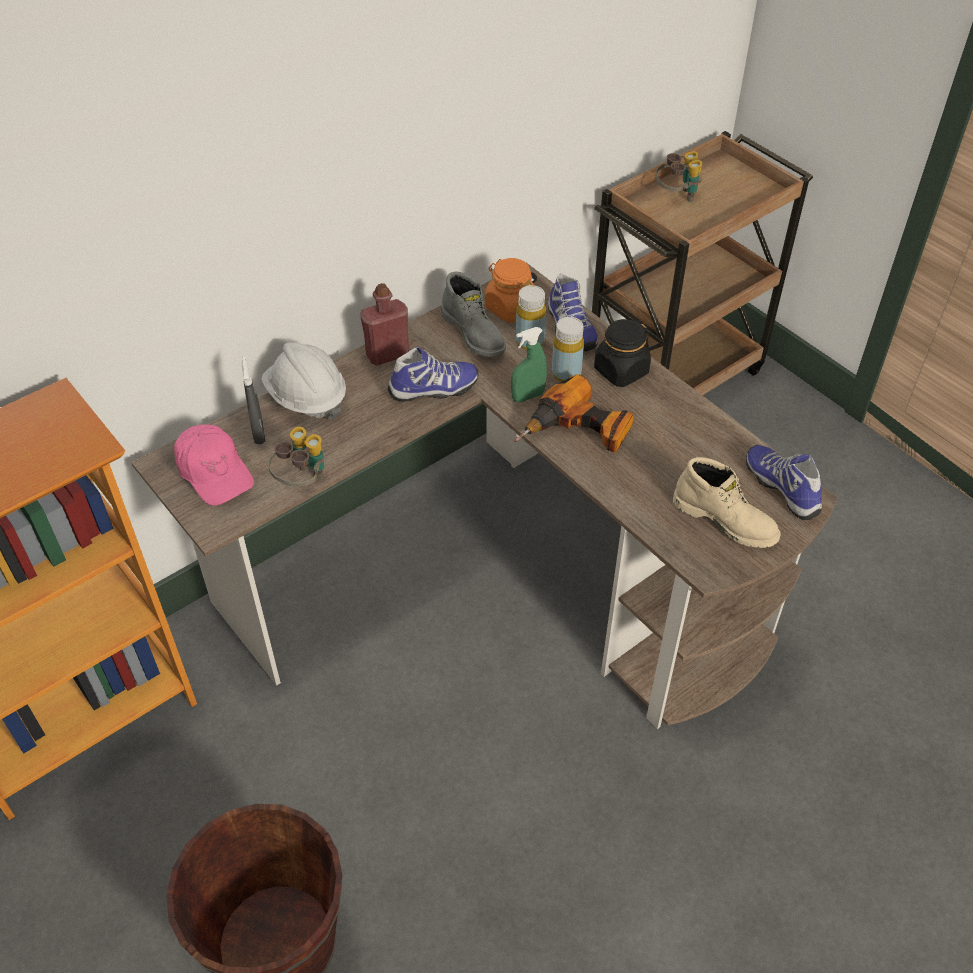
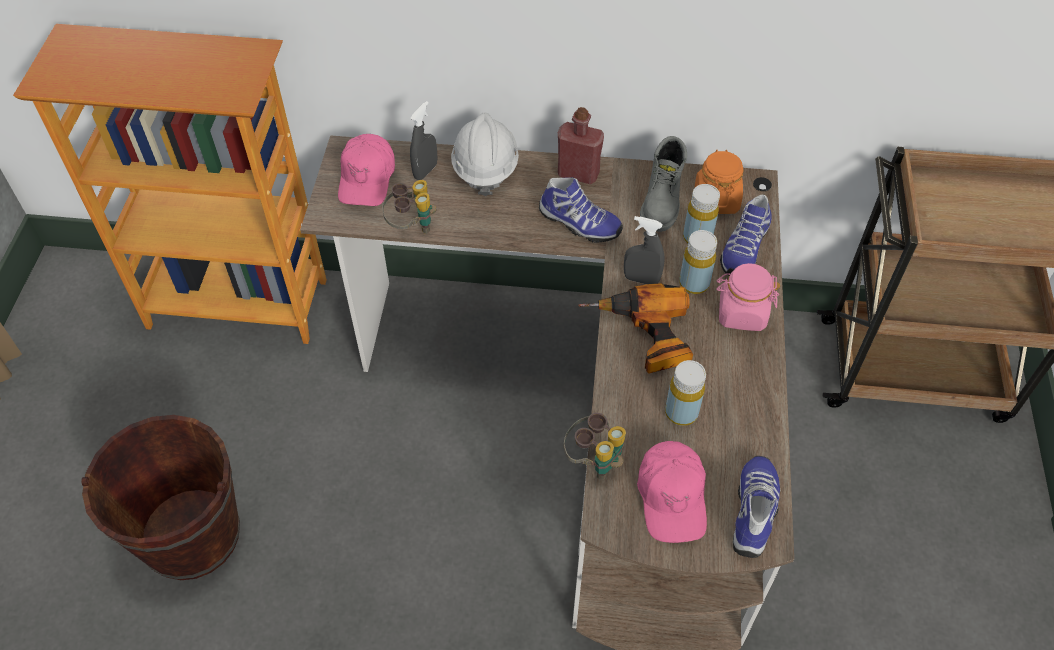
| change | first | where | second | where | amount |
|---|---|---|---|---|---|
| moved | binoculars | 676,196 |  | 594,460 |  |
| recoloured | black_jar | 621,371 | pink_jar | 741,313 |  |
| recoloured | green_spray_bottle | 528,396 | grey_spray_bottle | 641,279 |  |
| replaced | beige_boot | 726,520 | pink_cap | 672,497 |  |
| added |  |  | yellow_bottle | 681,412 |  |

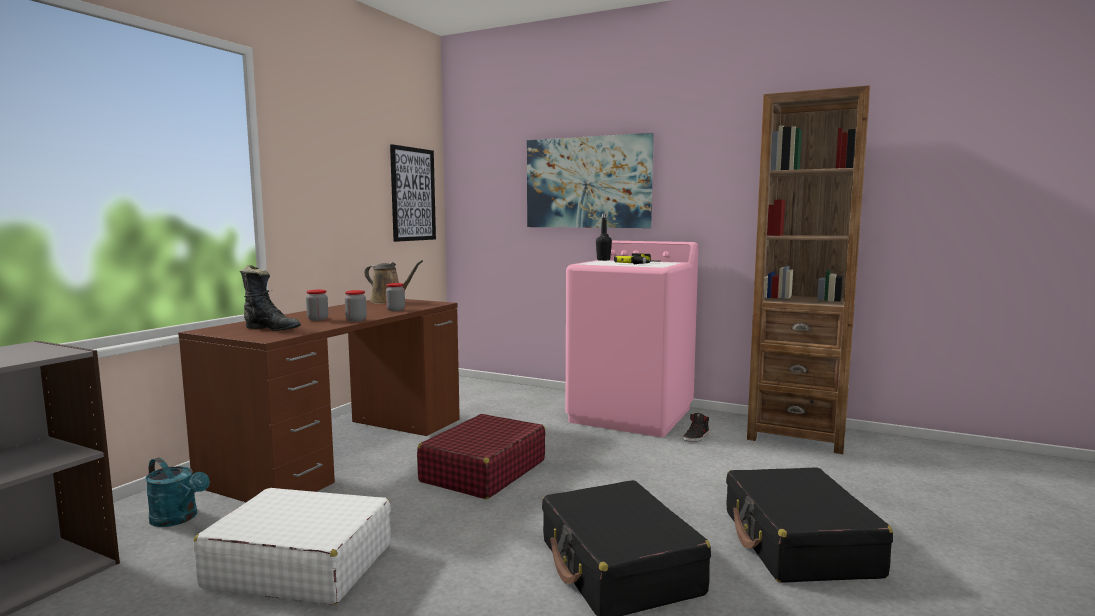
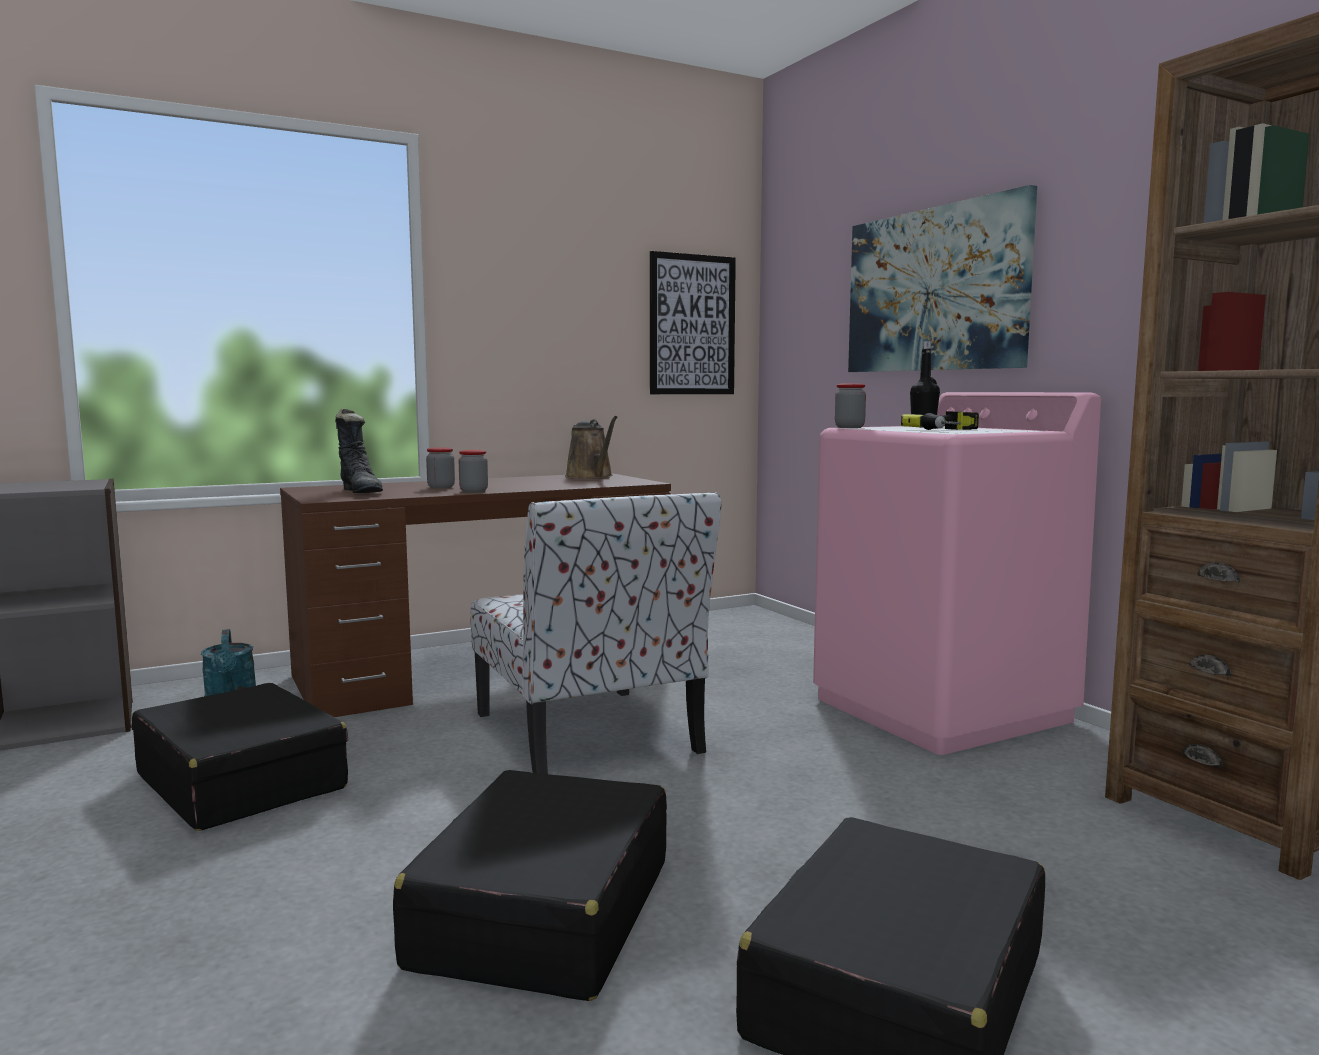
| change | first | where | second | where | amount |
|---|---|---|---|---|---|
| moved | jar | 395,310 |  | 849,427 |  |
| removed | black_shoe | 696,437 |  |  |  |
| replaced | red_suitcase | 483,471 | chair | 588,735 |  |
| recoloured | white_suitcase | 300,565 | black_suitcase | 241,781 |  |

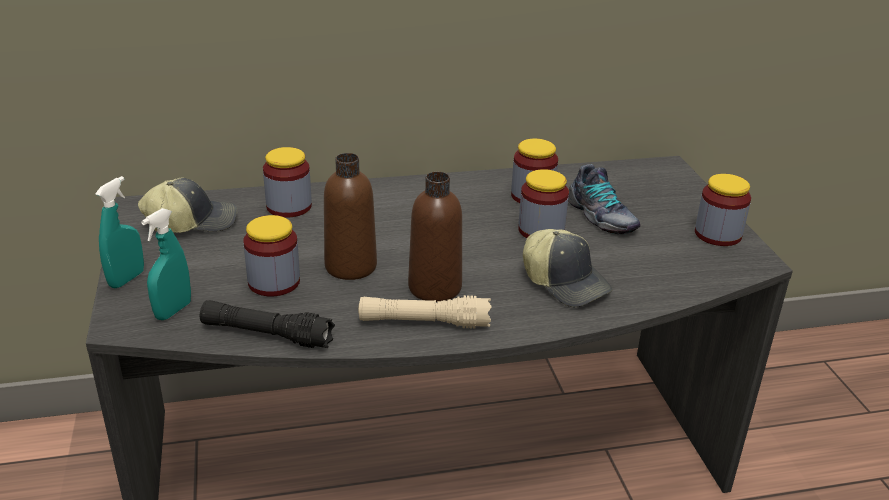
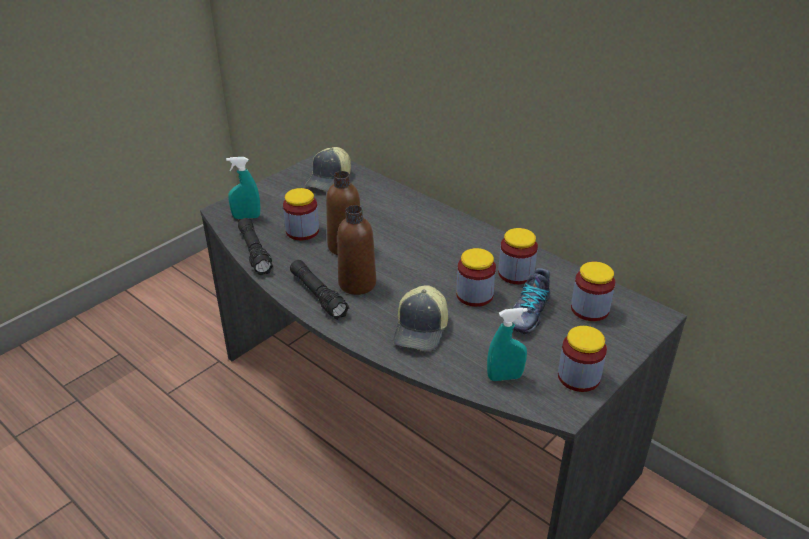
| change | first | where | second | where | amount |
|---|---|---|---|---|---|
| moved | jar | 289,206 |  | 589,309 |  |
| moved | turquoise_spray_bottle | 127,279 |  | 504,377 |  |
| turned | cap | 192,221 |  | 329,180 | 75 degrees clockwise |
| recoloured | beige_flashlight | 424,322 | black_flashlight | 318,295 |  |

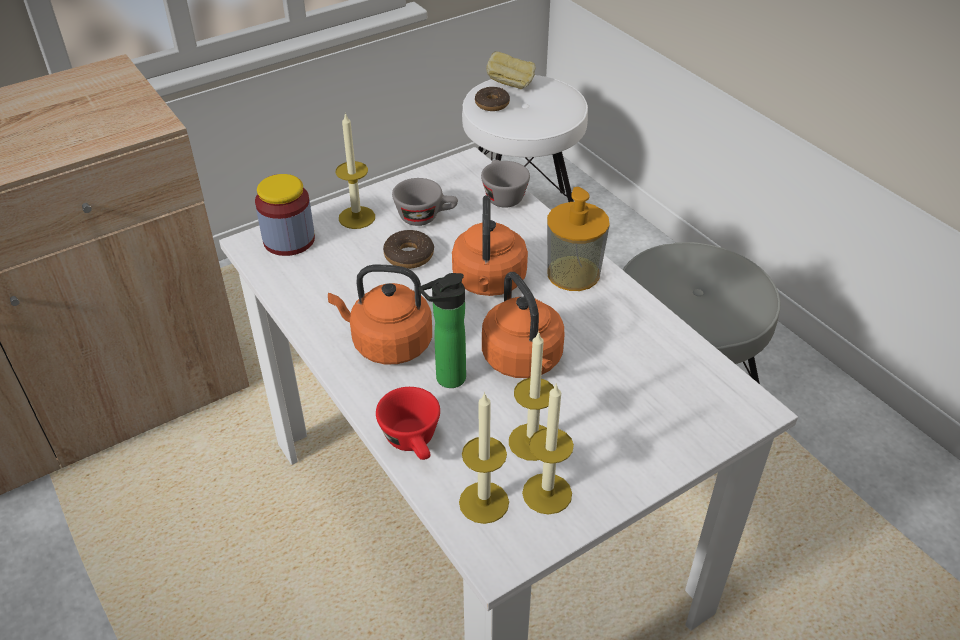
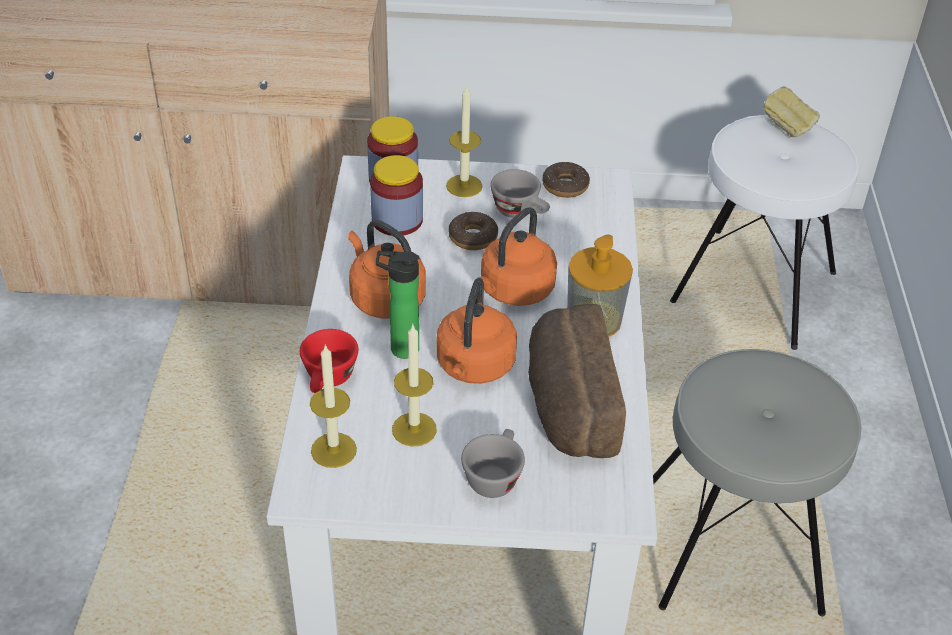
| change | first | where | second | where | amount |
|---|---|---|---|---|---|
| moved | donut | 492,104 |  | 565,186 |  |
| moved | grey_cup | 502,195 |  | 494,476 |  |
| removed | candle | 547,493 |  |  |  |
| added |  |  | jar | 397,220 |  |
| added |  |  | bread | 567,405 |  |

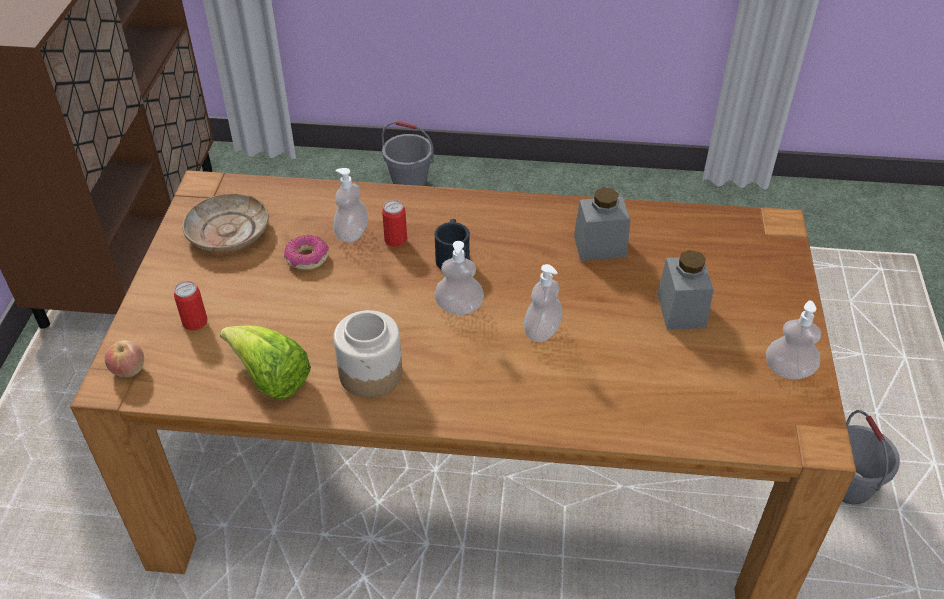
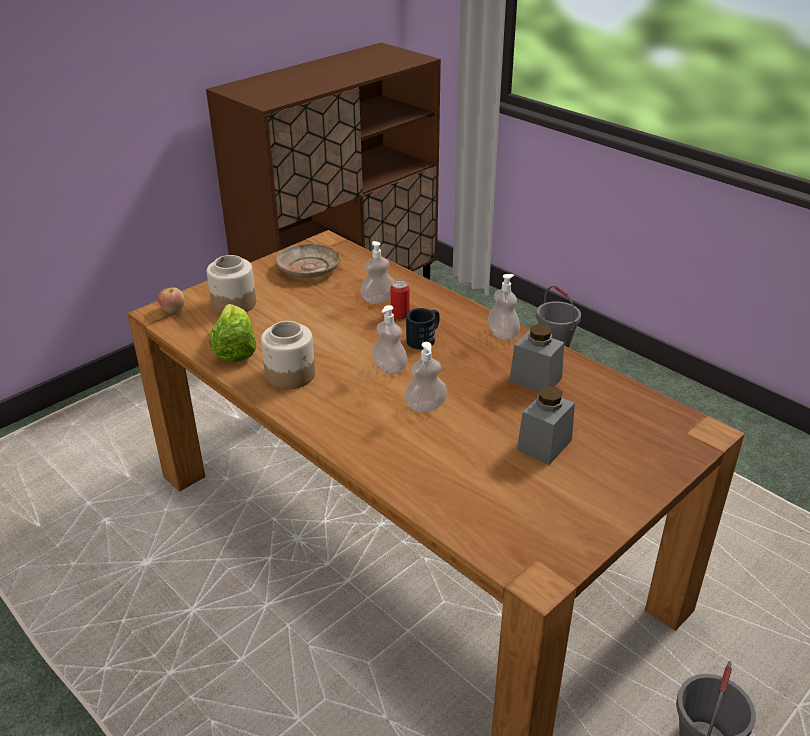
| change | first | where | second | where | amount |
|---|---|---|---|---|---|
| removed | donut | 307,258 |  |  |  |
| replaced | can | 195,322 | jar | 233,304 |  |
| moved | soap_dispenser | 788,370 |  | 502,334 |  |

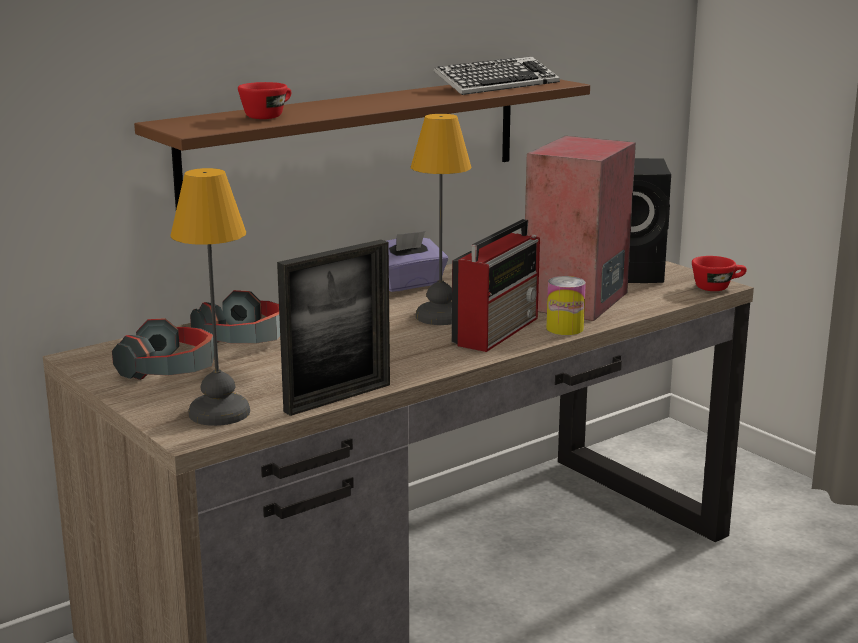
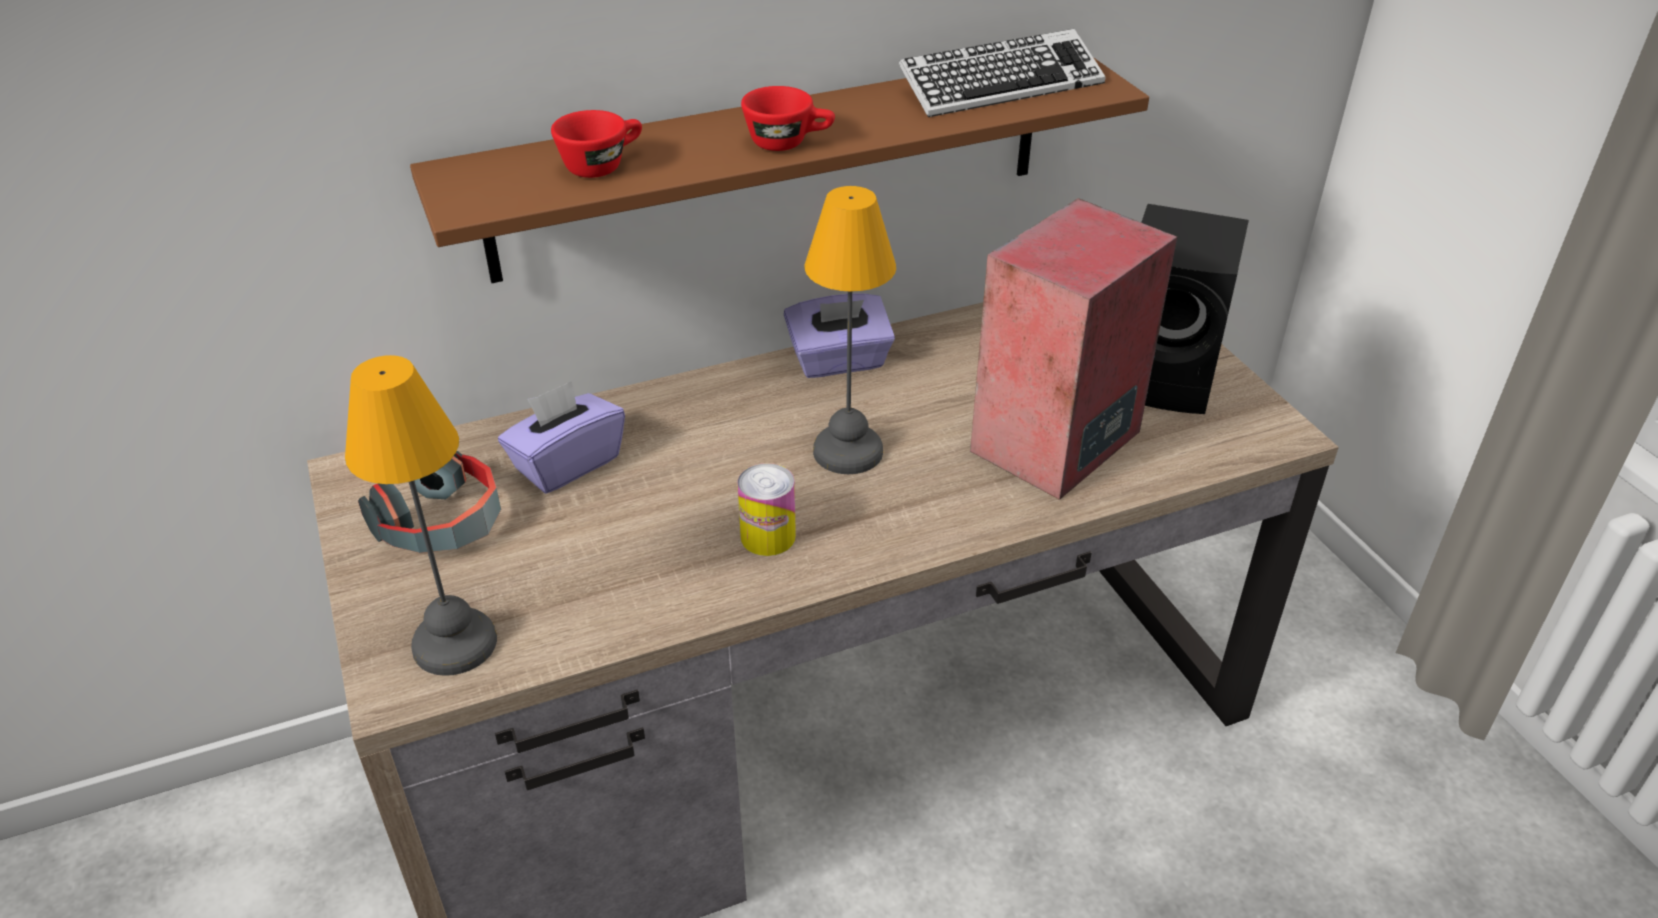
| change | first | where | second | where | amount |
|---|---|---|---|---|---|
| removed | radio | 498,330 |  |  |  |
| removed | picture_frame | 338,398 |  |  |  |
| moved | red_cup | 717,287 |  | 788,142 |  |
| moved | can | 564,328 |  | 768,536 |  |
| replaced | headphones | 244,339 | purple_tissue_box | 567,463 |  |

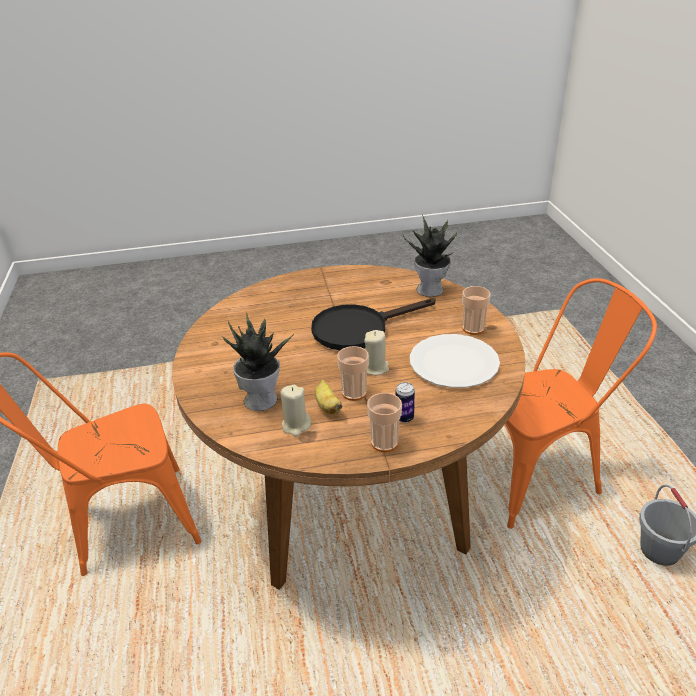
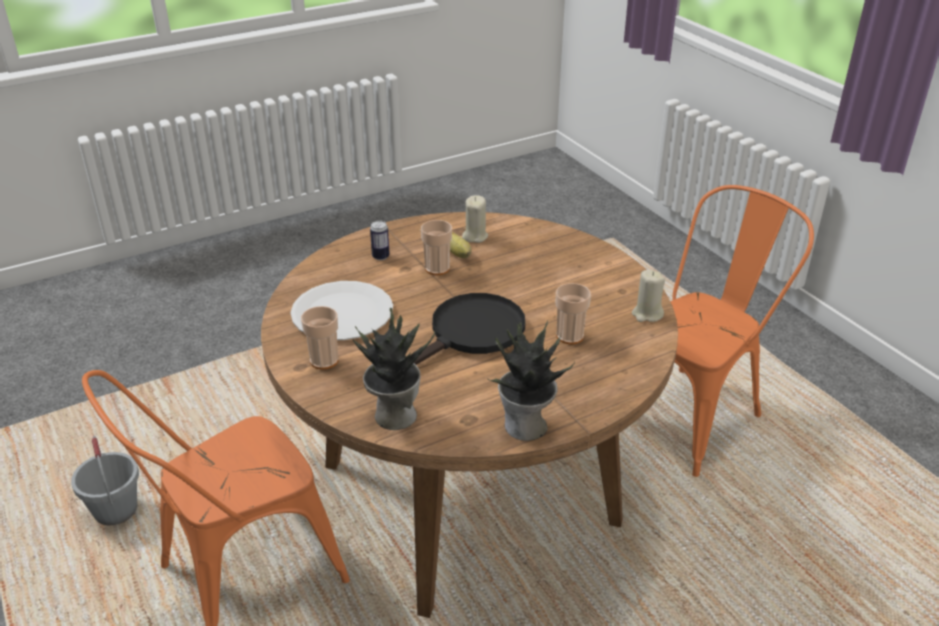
| change | first | where | second | where | amount |
|---|---|---|---|---|---|
| moved | potted_plant | 261,399 |  | 525,427 |  |
| moved | beige_candle | 375,368 |  | 647,314 |  |
| moved | cup | 384,442 |  | 569,336 |  |

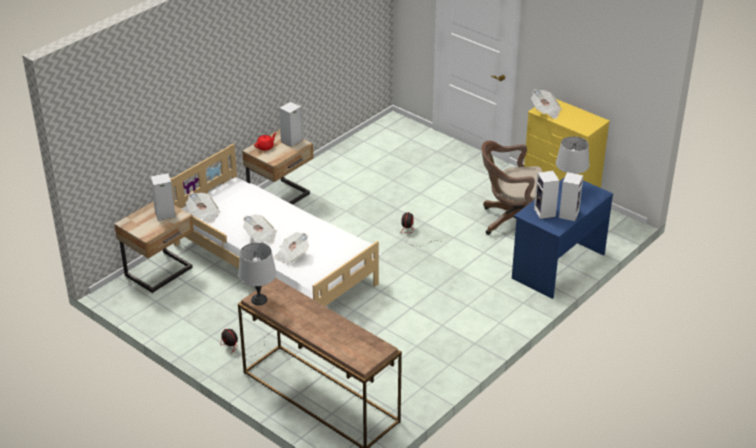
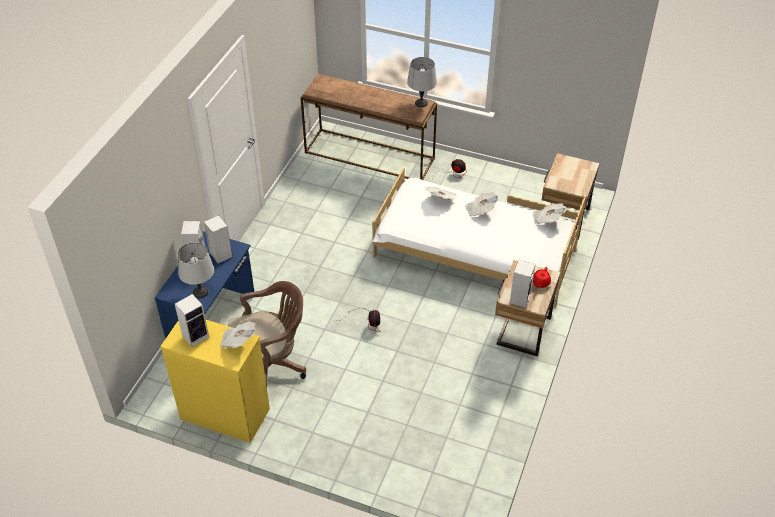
| change | first | where | second | where | amount |
|---|---|---|---|---|---|
| moved | speaker | 164,215 |  | 196,335 |  |

